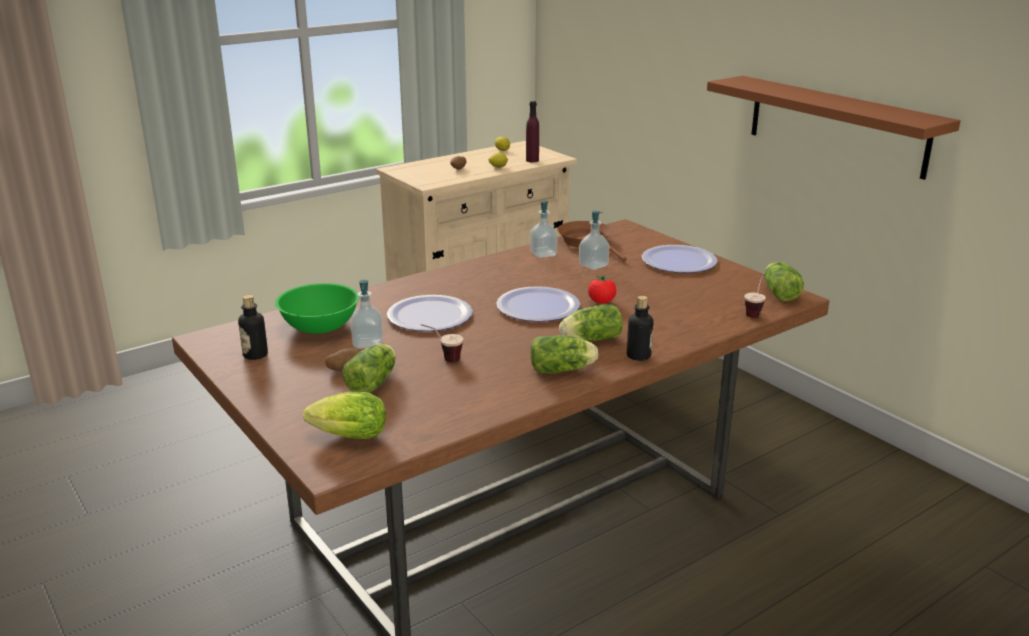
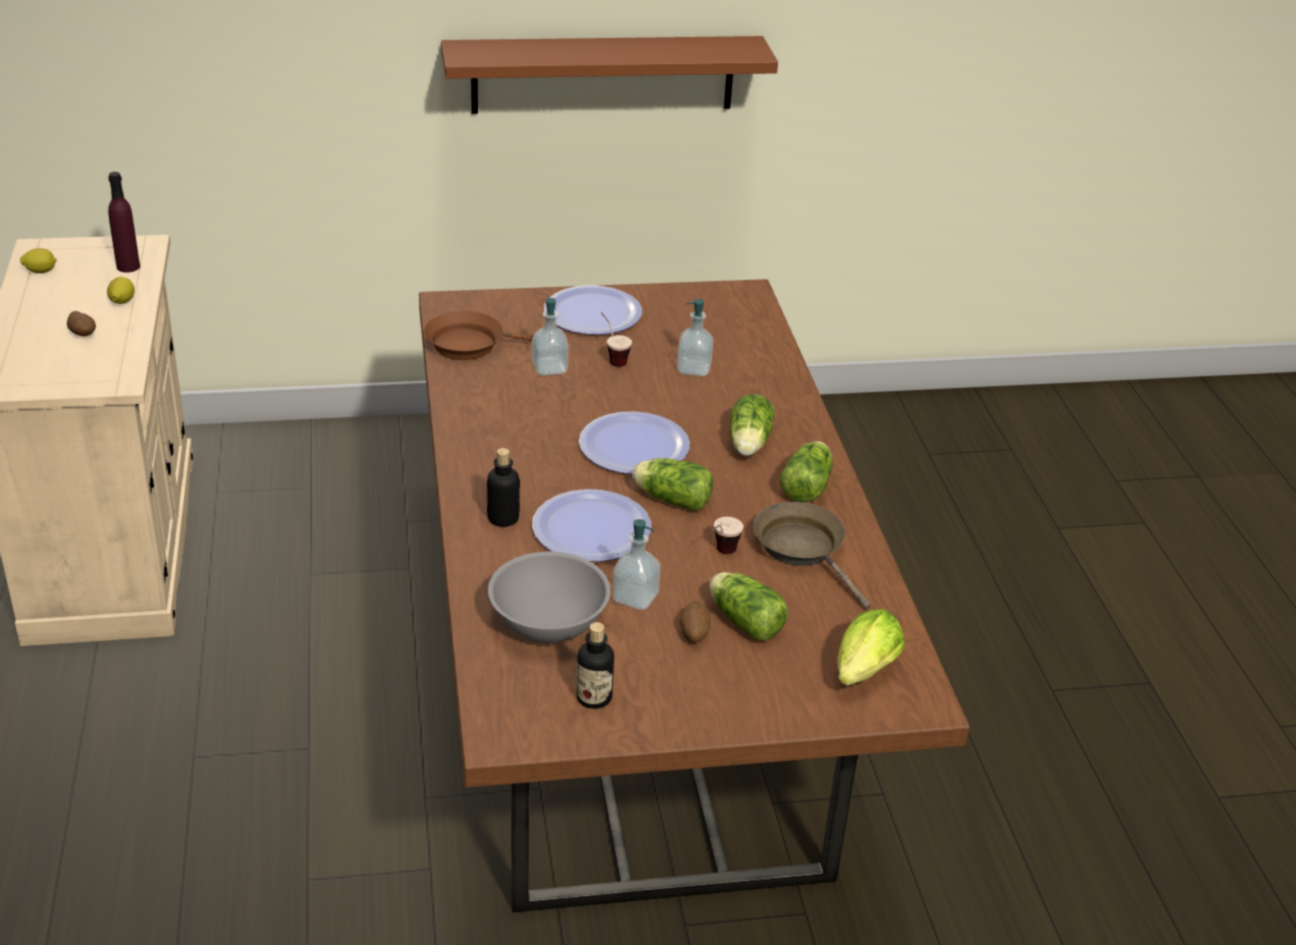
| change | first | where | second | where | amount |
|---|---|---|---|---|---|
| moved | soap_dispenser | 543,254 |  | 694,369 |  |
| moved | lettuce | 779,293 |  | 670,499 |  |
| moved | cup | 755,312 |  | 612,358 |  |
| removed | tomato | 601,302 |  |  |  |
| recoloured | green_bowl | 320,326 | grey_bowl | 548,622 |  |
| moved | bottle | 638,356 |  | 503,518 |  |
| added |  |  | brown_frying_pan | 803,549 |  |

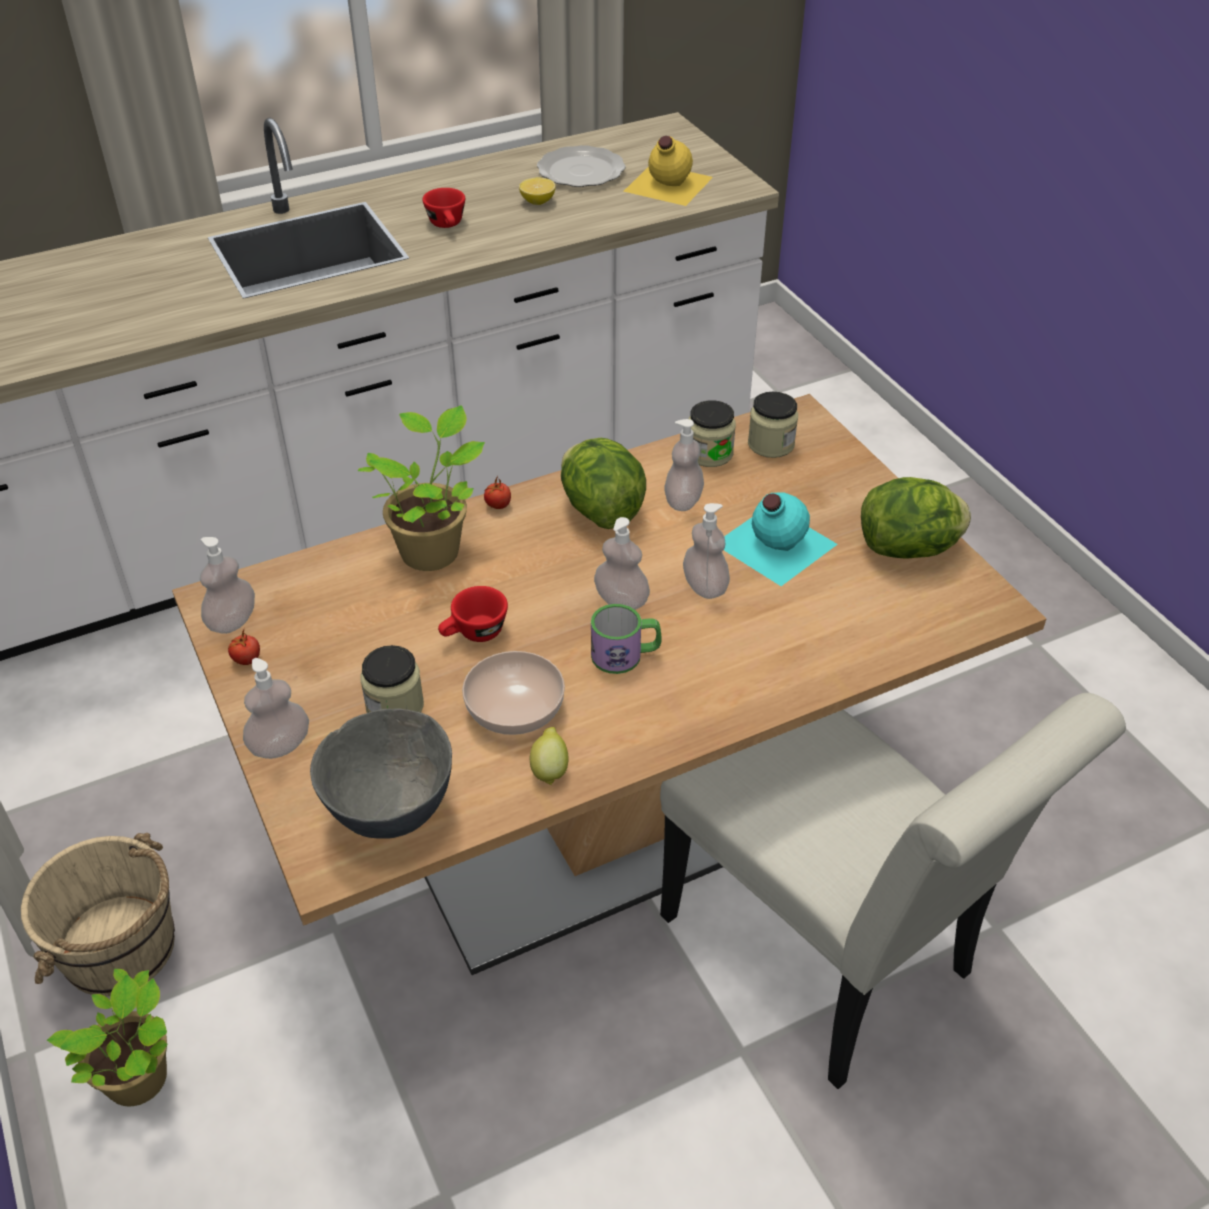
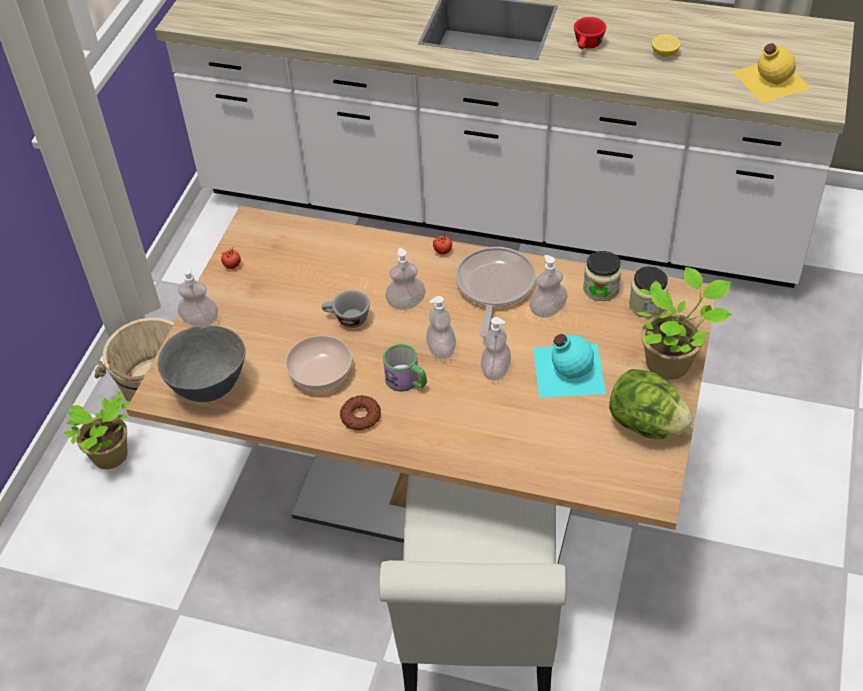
| change | first | where | second | where | amount |
|---|---|---|---|---|---|
| removed | plate | 582,170 |  |  |  |
| moved | potted_plant | 432,549 |  | 671,362 |  |
| replaced | lettuce | 600,510 | frying_pan | 494,287 |  |
| moved | soap_dispenser | 232,621 |  | 406,303 |  |
| recoloured | red_cup | 474,634 | grey_cup | 347,319 |  |
| removed | jar | 395,706 |  |  |  |
| removed | lemon | 550,769 |  |  |  |
| added |  |  | donut | 360,416 |  |

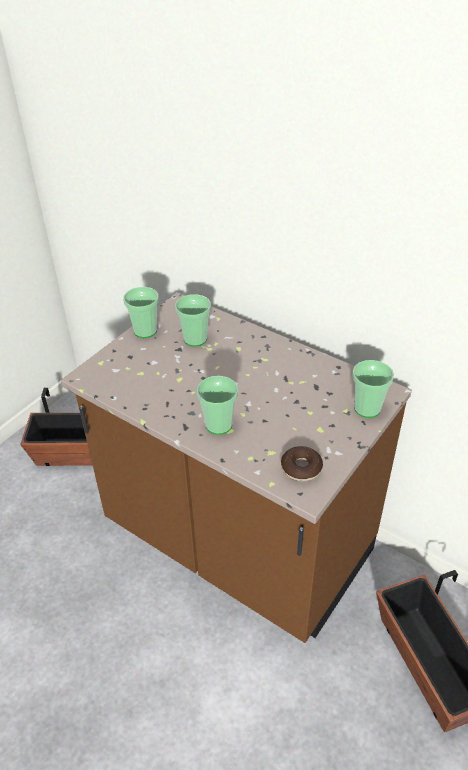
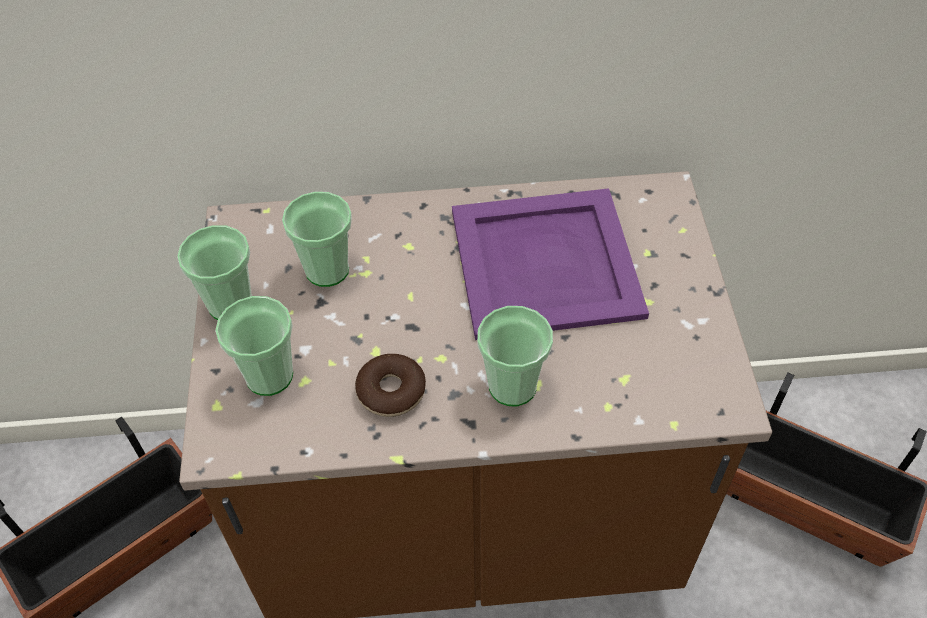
| change | first | where | second | where | amount |
|---|---|---|---|---|---|
| moved | cup | 367,408 |  | 269,376 |  |
| moved | donut | 301,468 |  | 391,391 |  |
| added |  |  | purple_tray | 543,261 |  |

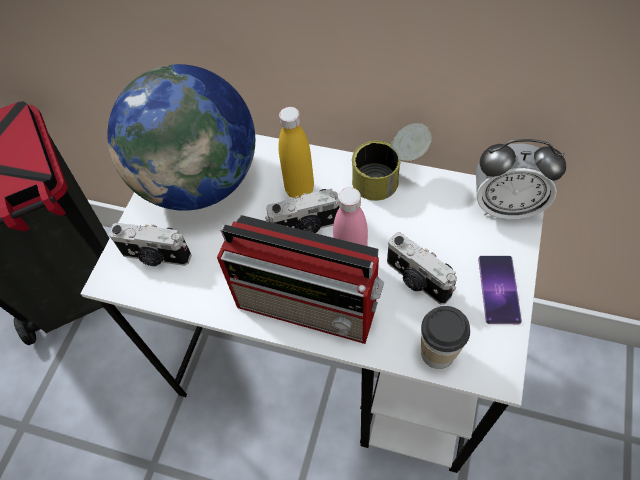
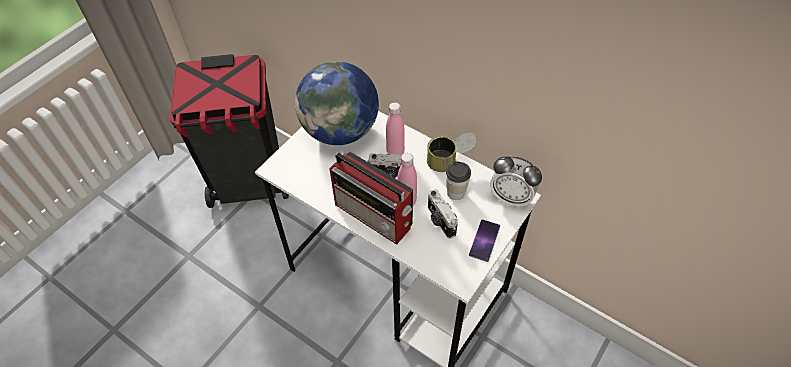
| change | first | where | second | where | amount |
|---|---|---|---|---|---|
| recoloured | yellow_bottle | 299,190 | pink_bottle | 395,152 |  |
| removed | photo_camera | 156,257 |  |  |  |
| moved | cup | 438,352 |  | 456,192 |  |

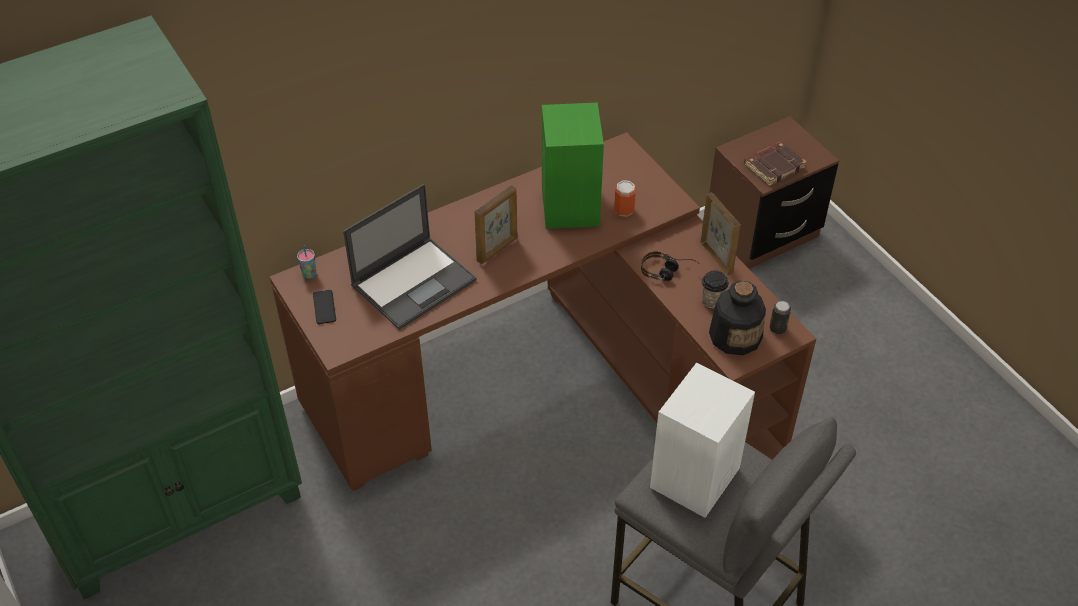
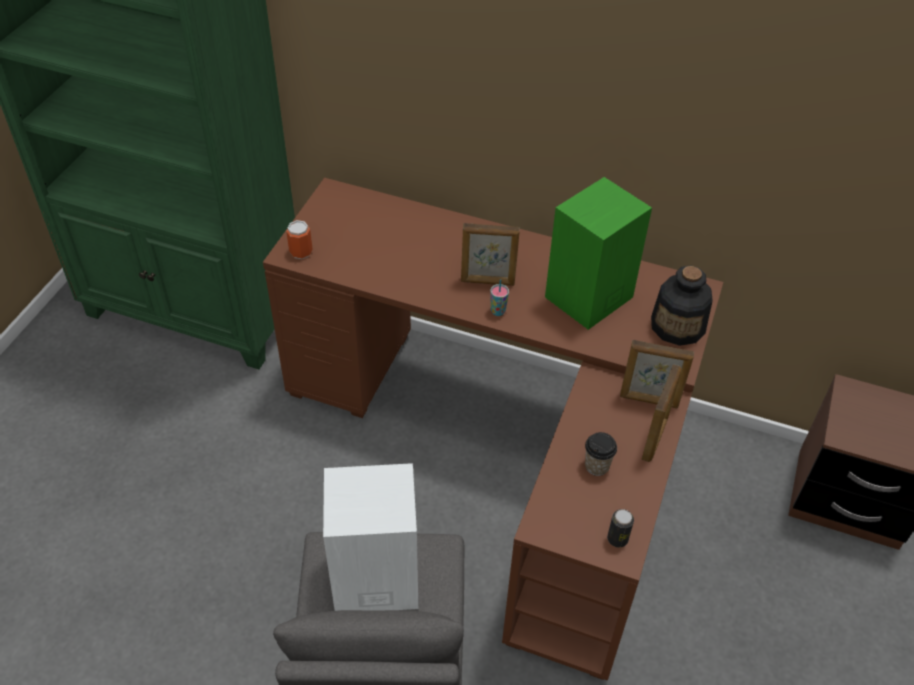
| change | first | where | second | where | amount |
|---|---|---|---|---|---|
| removed | brown_book | 774,166 |  |  |  |
| moved | can | 624,210 |  | 301,252 |  |
| removed | laptop | 414,282 |  |  |  |
| moved | cup | 309,274 |  | 498,311 |  |
| removed | headphones | 668,272 |  |  |  |
| moved | bottle | 735,336 |  | 678,326 |  |
| removed | phone | 324,307 |  |  |  |
| added |  |  | picture_frame | 649,400 |  |

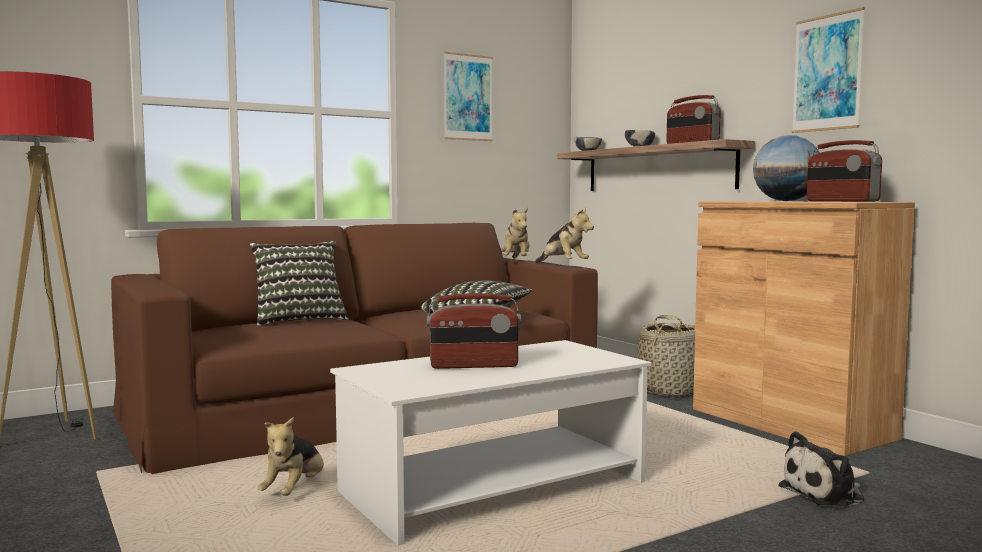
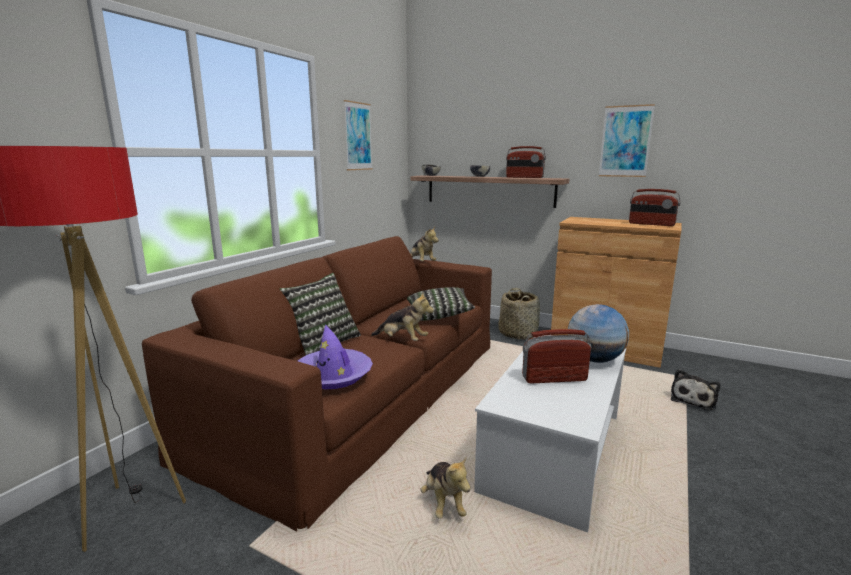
| change | first | where | second | where | amount |
|---|---|---|---|---|---|
| moved | globe | 786,201 |  | 595,360 |  |
| moved | plush_toy | 563,265 |  | 402,340 |  |
| turned | radio | 474,366 |  | 554,378 | 150 degrees counterclockwise |
| added |  |  | purple_hat | 333,375 |  |

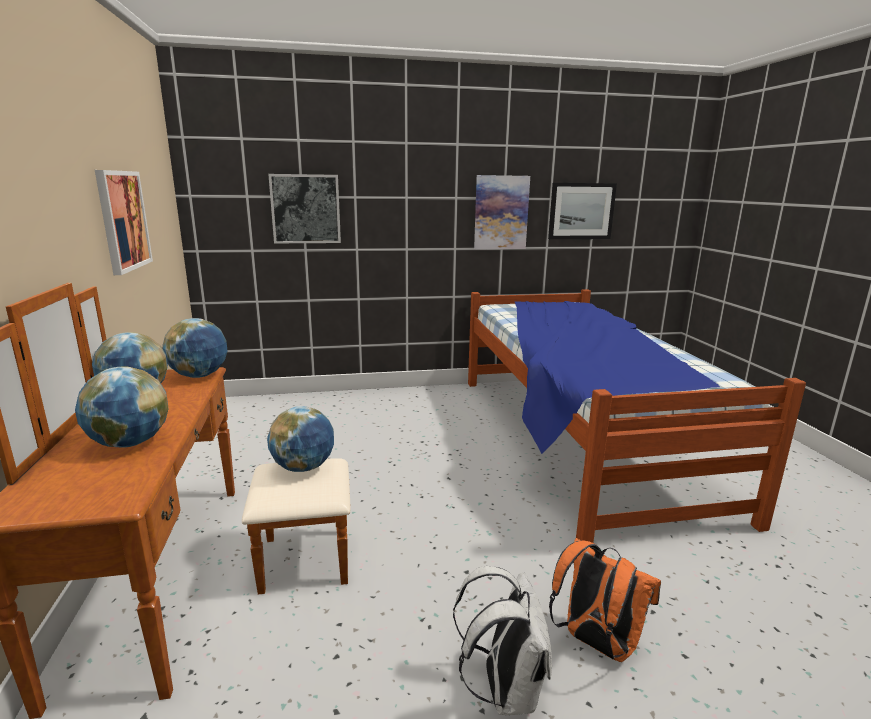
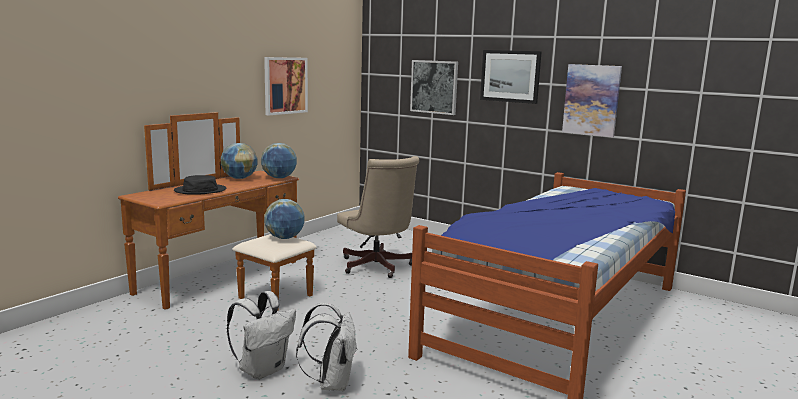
| change | first | where | second | where | amount |
|---|---|---|---|---|---|
| moved | picture | 581,211 |  | 510,76 |  |
| replaced | globe | 129,443 | black_hat | 200,190 |  |
| recoloured | orange_backpack | 595,643 | white_backpack | 331,383 |  |
| added |  |  | beige_office_chair | 377,267 |  |

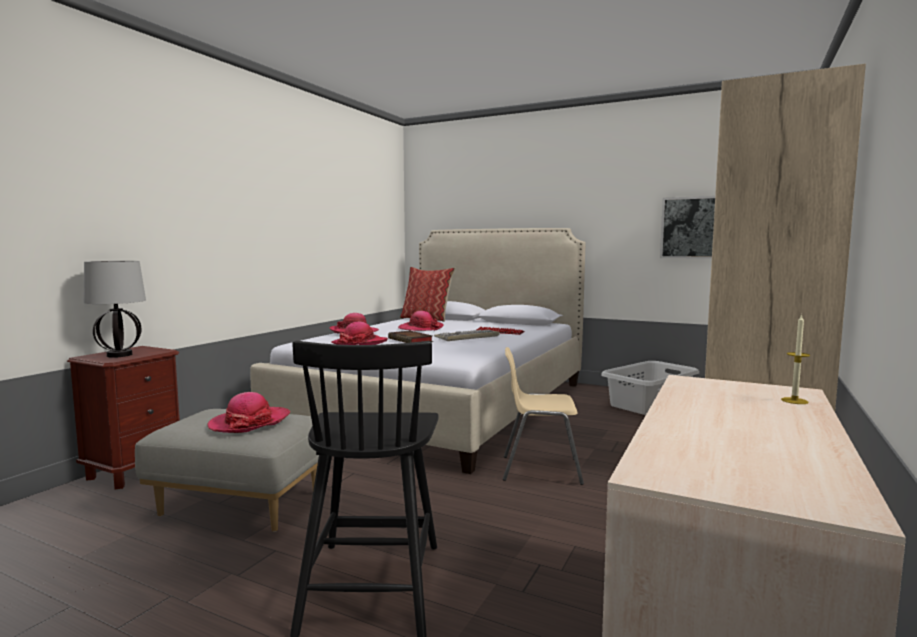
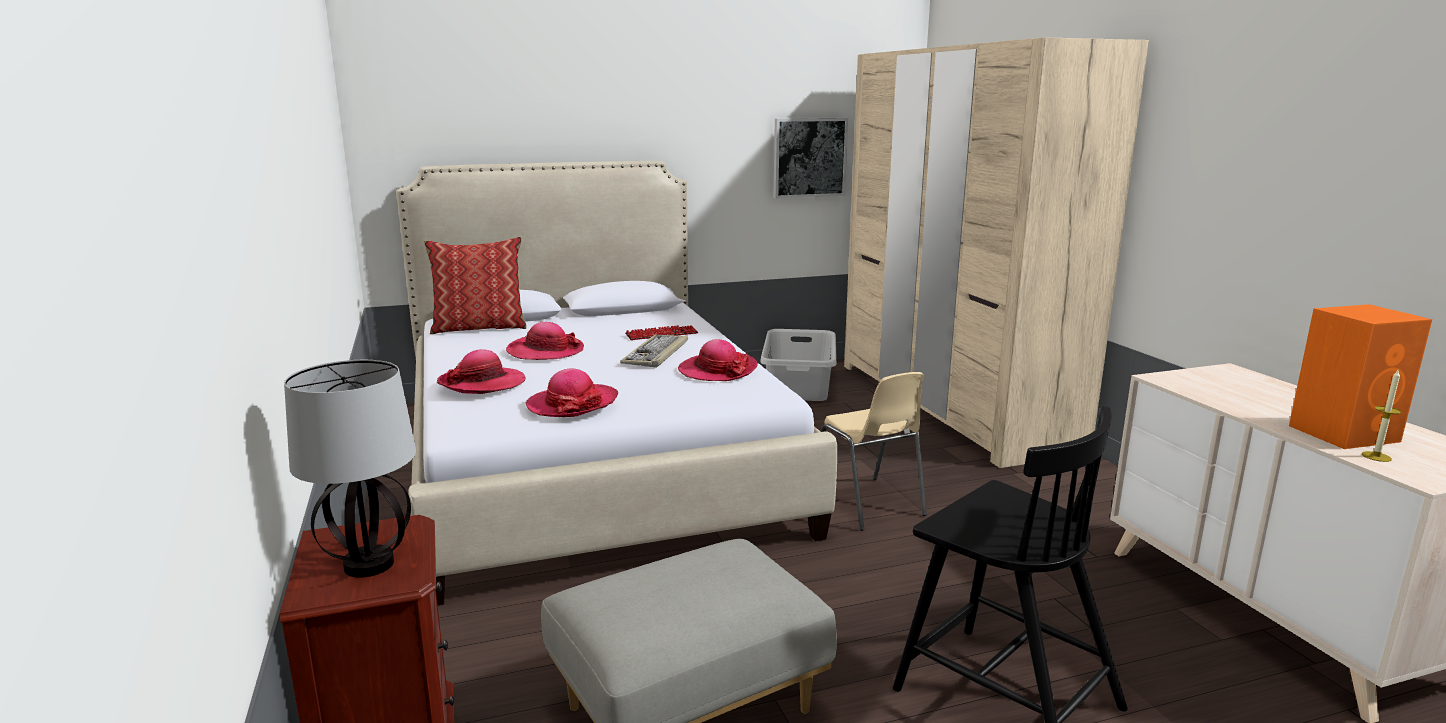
| change | first | where | second | where | amount |
|---|---|---|---|---|---|
| moved | candle | 794,401 |  | 1376,456 |  |
| removed | book | 411,340 |  |  |  |
| turned | beige_chair | 540,469 |  | 868,504 | 75 degrees counterclockwise |
| moved | hat | 250,422 |  | 717,370 |  |
| added |  |  | orange_speaker | 1345,433 |  |

